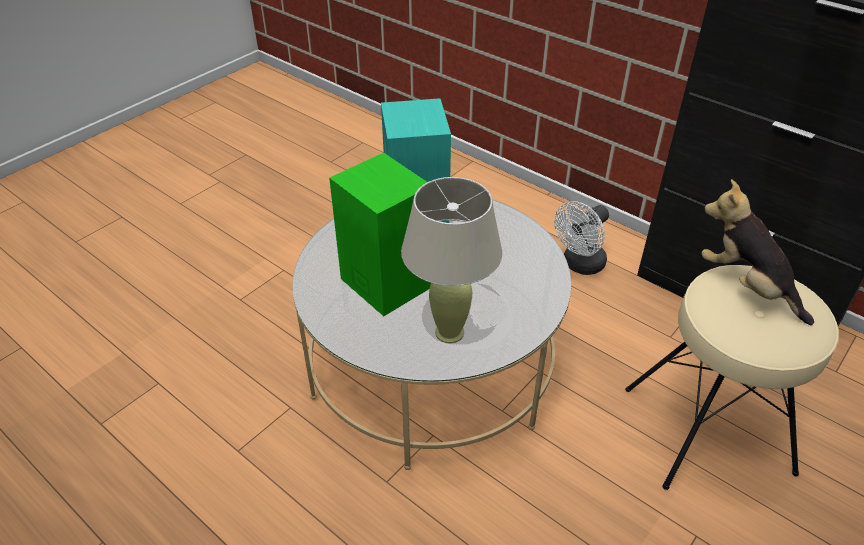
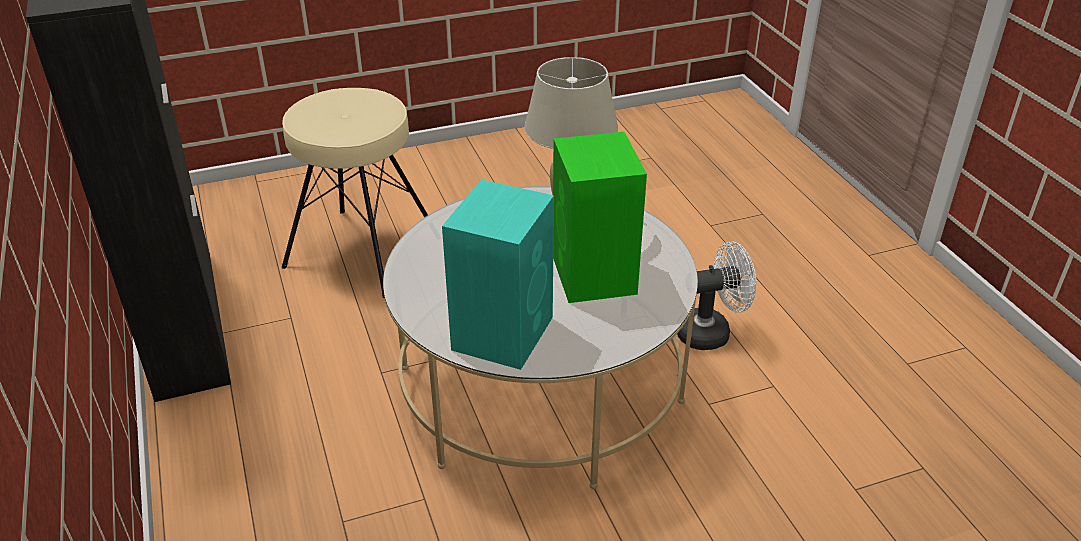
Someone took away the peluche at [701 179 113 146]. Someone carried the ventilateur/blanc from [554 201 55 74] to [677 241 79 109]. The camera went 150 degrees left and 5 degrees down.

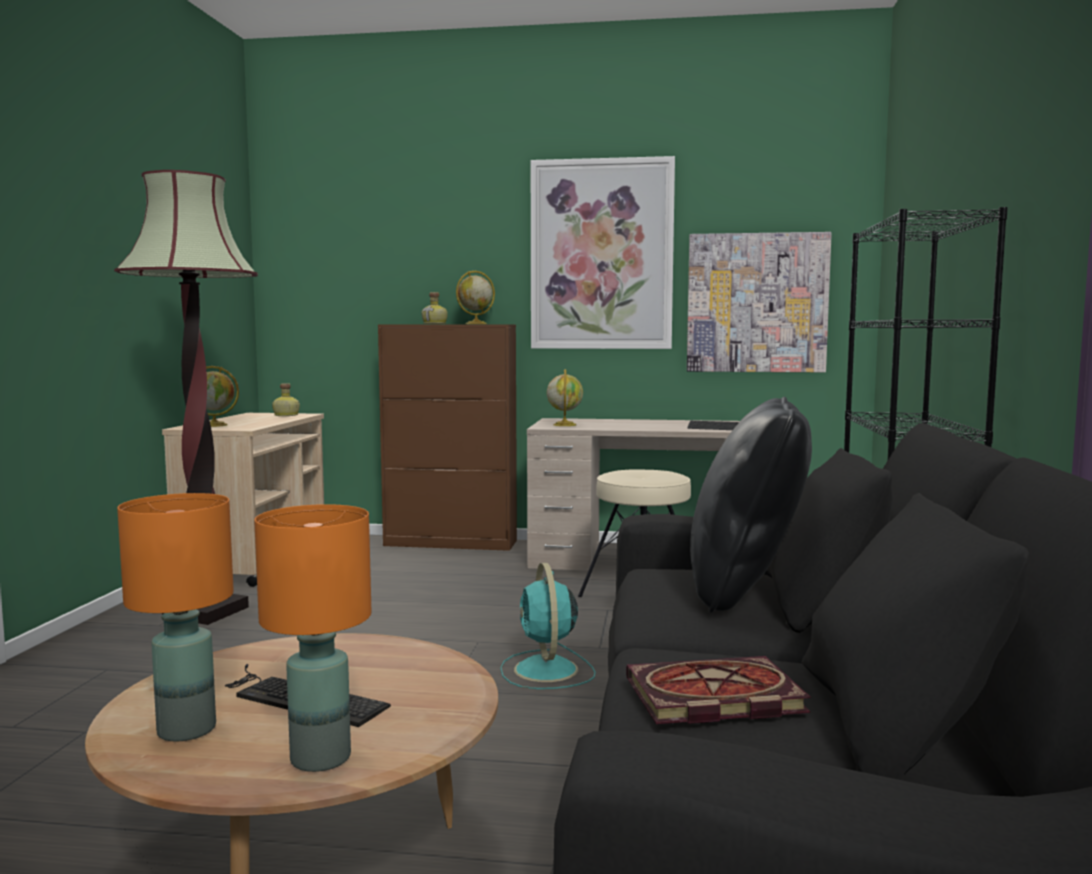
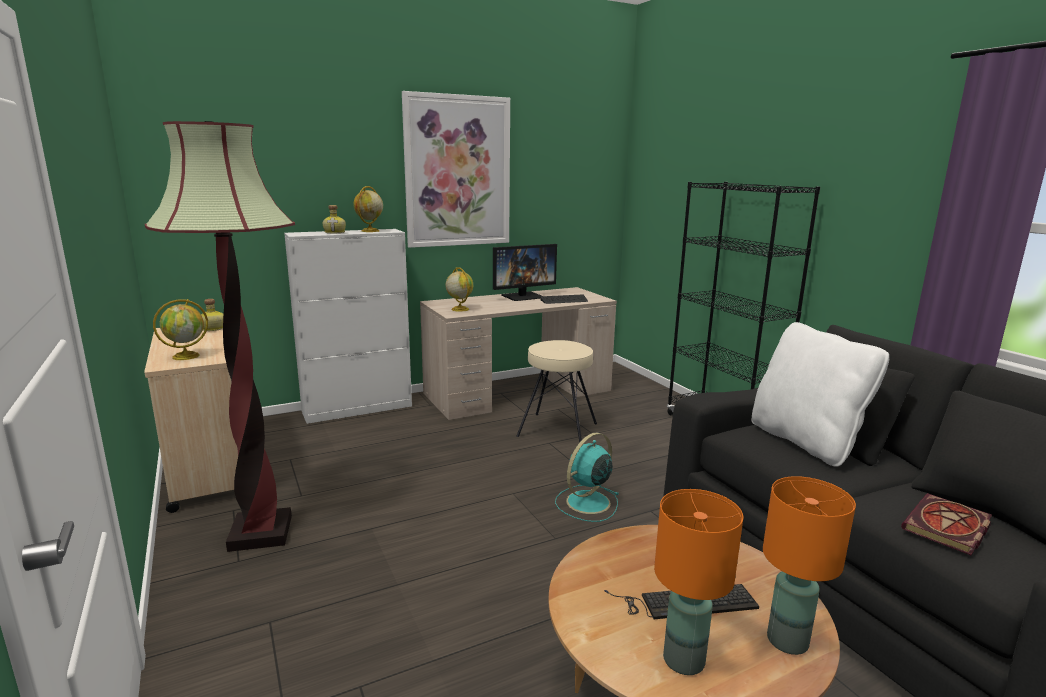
Someone took away the tableau at [687 232 145 140]. Someone put down the écran d'ordinateur at [493 244 64 57]. Someone repainted the meuble de rangement/marron at [378 324 139 227], which became the meuble de rangement/blanc at [284 229 128 195]. Someone repainted the coussin/noir at [690 397 122 216], which became the coussin/blanc at [751 322 138 145]. Someone rotated the ventilateur/turquoise at [500 563 96 126] by 90 degrees clockwise. The camera went 35 degrees left and 10 degrees up.

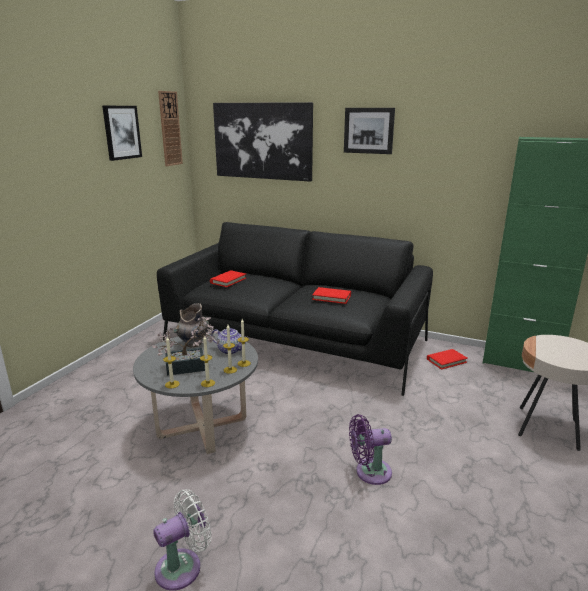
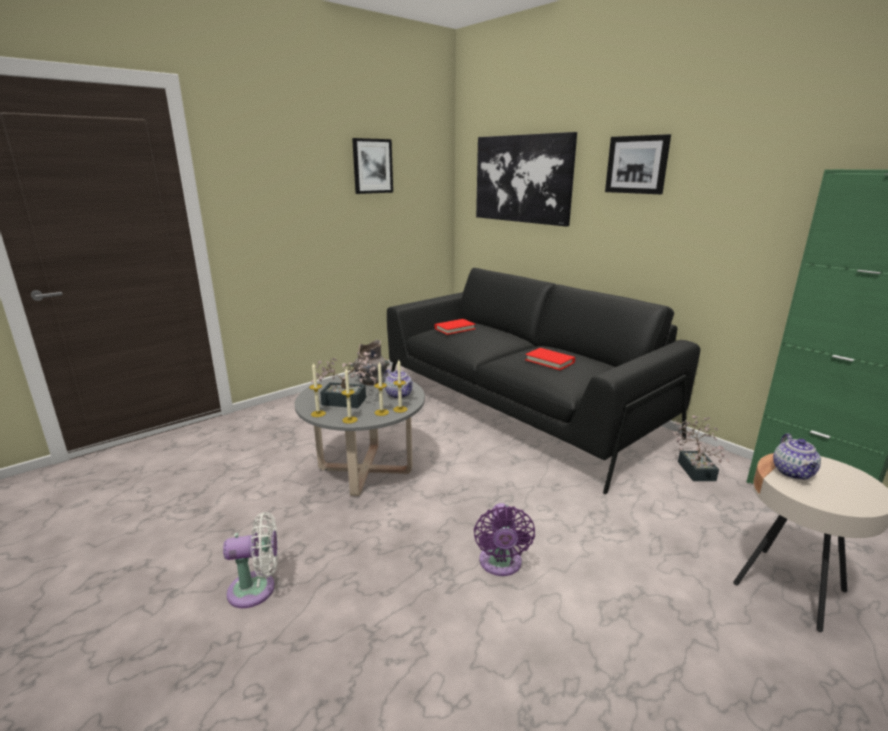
Someone took away the horloge murale at [158 91 25 75]. Someone put down the théière at [773 433 48 47]. Someone swapped the livre/rouge at [427 349 41 21] for the plante en pot at [672 415 57 66]. Someone rotated the ventilateur/violet at [349 414 43 71] by 105 degrees counterclockwise. The camera went 25 degrees right and 0 degrees up.

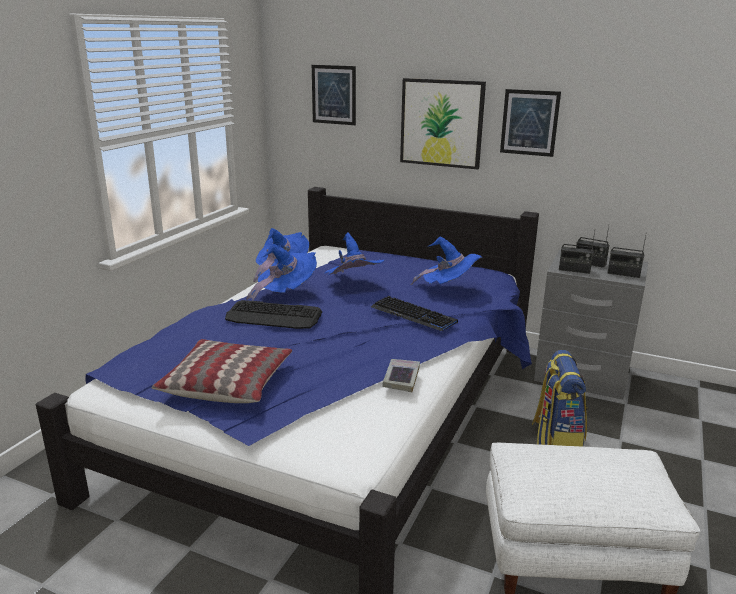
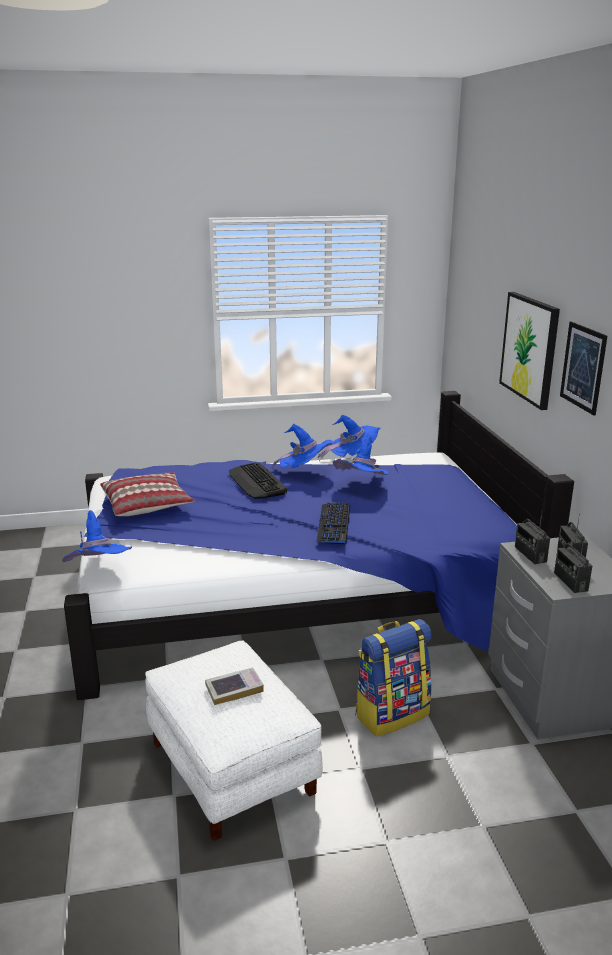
Someone took away the tableau at [312 65 44 60]. Someone carried the livre from [382 359 38 33] to [205 667 59 38]. Someone carried the chapeau/bleu from [411 236 71 49] to [62 510 70 52]. The camera went 55 degrees right and 0 degrees up.

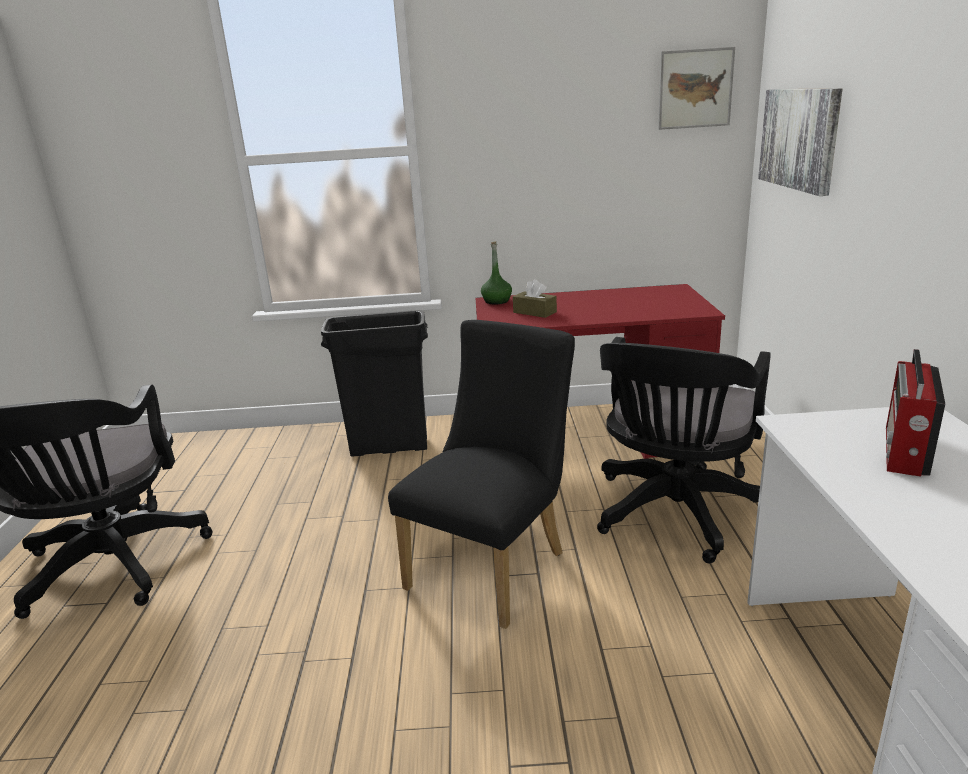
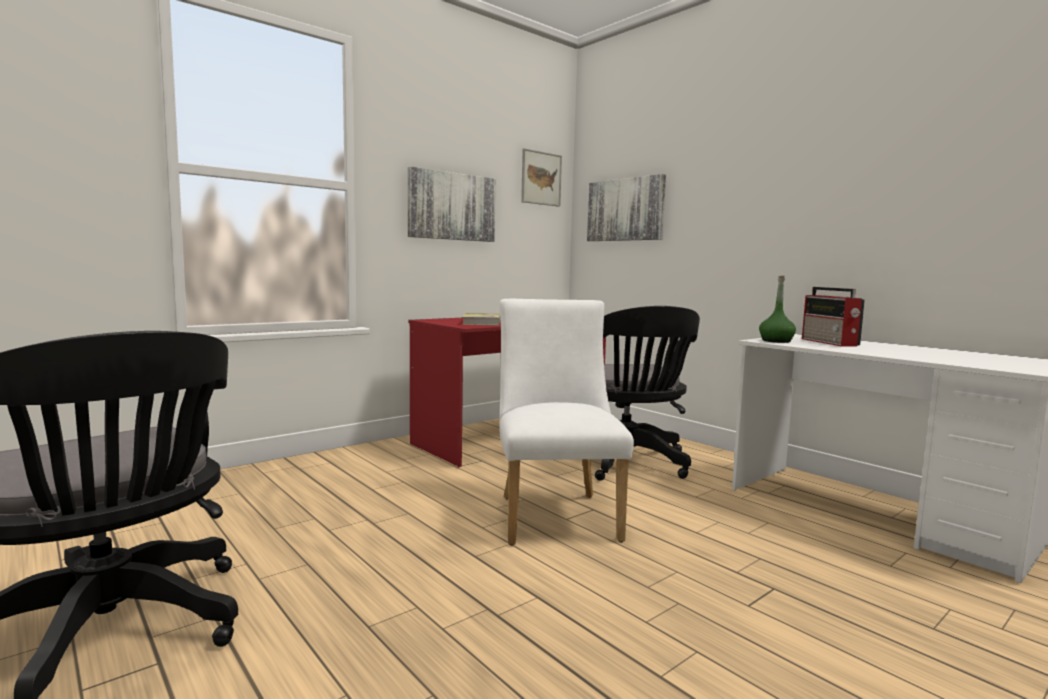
Someone took away the poubelle/noir at [321 310 107 147]. Someone put up the tableau at [408 167 88 75]. Someone carried the bouteille/vert from [481 241 31 63] to [759 276 37 67]. Someone swapped the boîte à mouchoirs/marron at [513 279 44 39] for the livre at [462 313 38 12]. Someone repainted the chaise/noir at [388 320 187 309], which became the chaise/blanc at [499 299 135 247]. The camera went 40 degrees left and 15 degrees down.

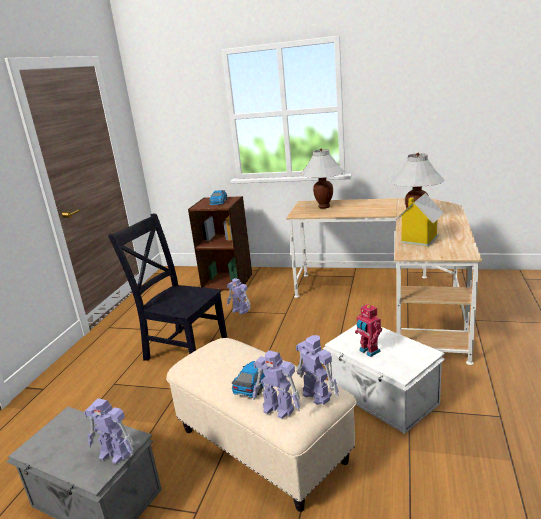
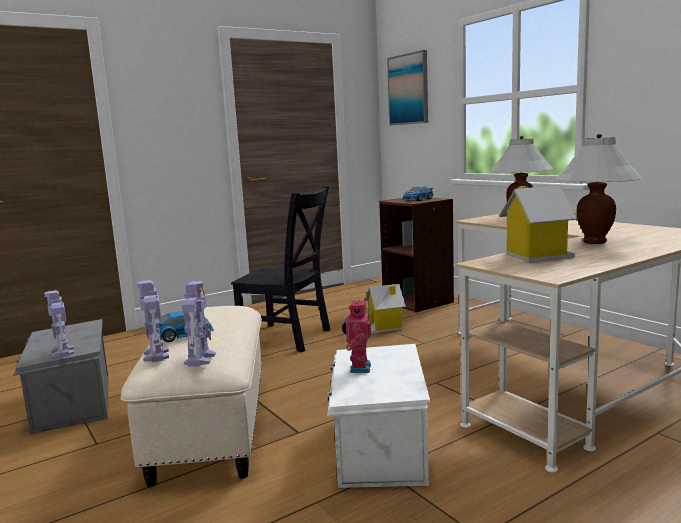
Someone put up the tableau at [387 50 41 75]. Someone swapped the robot jouet at [227 278 23 37] for the maison miniature at [365 284 41 50]. Someone rotated the chaise/noir at [108 213 119 148] by 135 degrees clockwise. The camera went 40 degrees right and 10 degrees down.

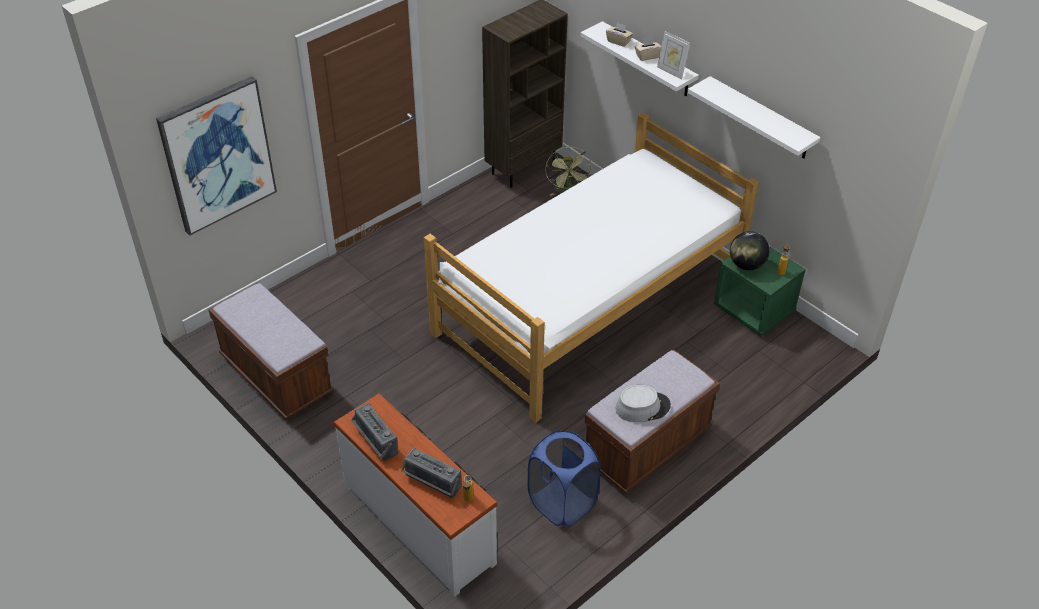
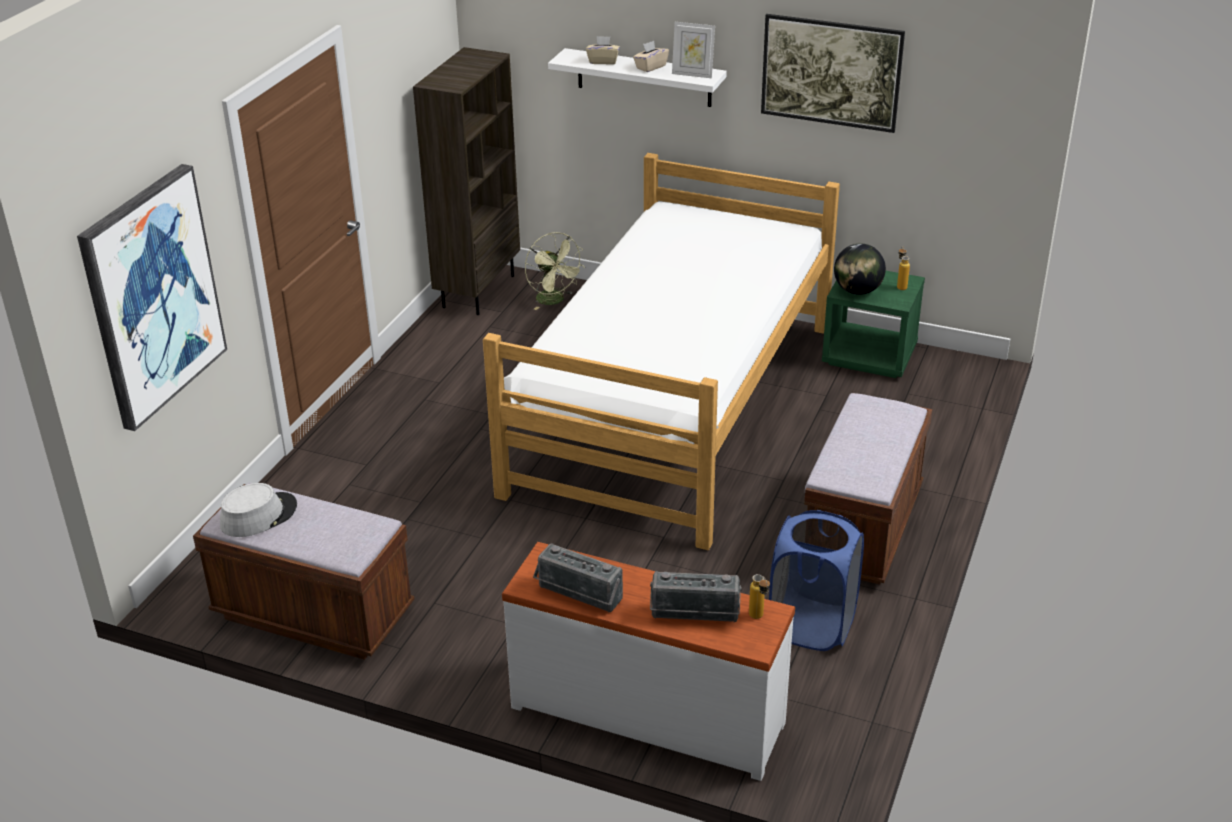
Someone carried the chapeau/gris from [616 385 55 37] to [220 483 77 54]. Someone swapped the étagère/blanc at [688 76 133 82] for the tableau at [761 14 144 119]. The camera went 25 degrees left and 10 degrees down.

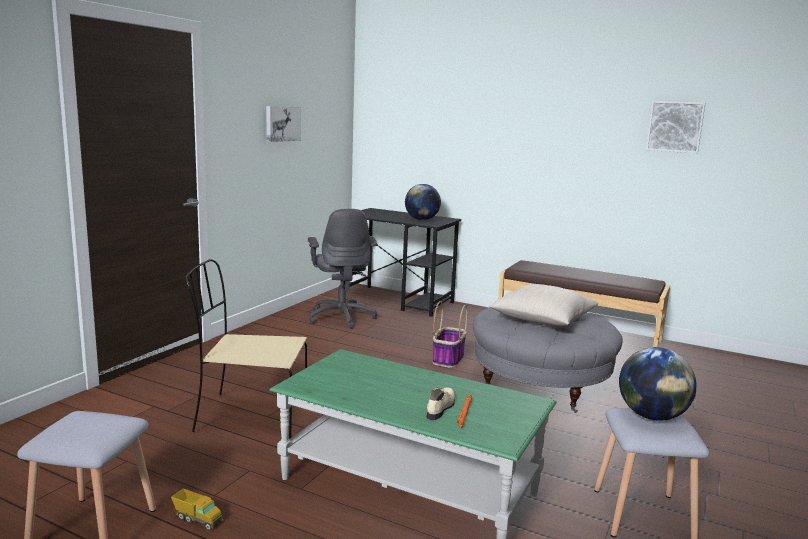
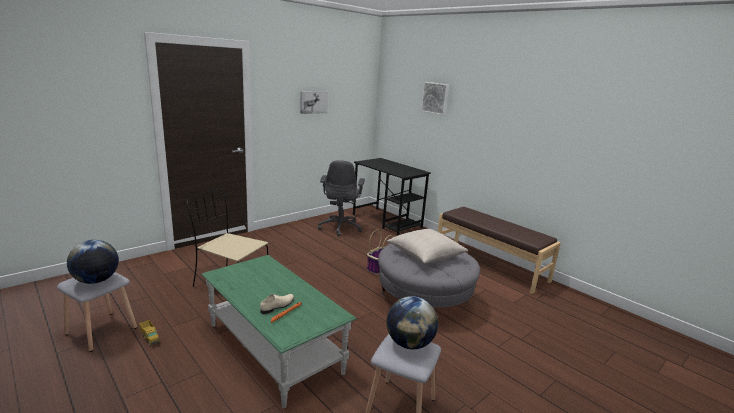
Someone carried the globe from [405 184 36 36] to [67 240 52 44]. Someone carried the tableau from [646 101 59 52] to [421 82 28 33]. The camera went 20 degrees right and 5 degrees up.

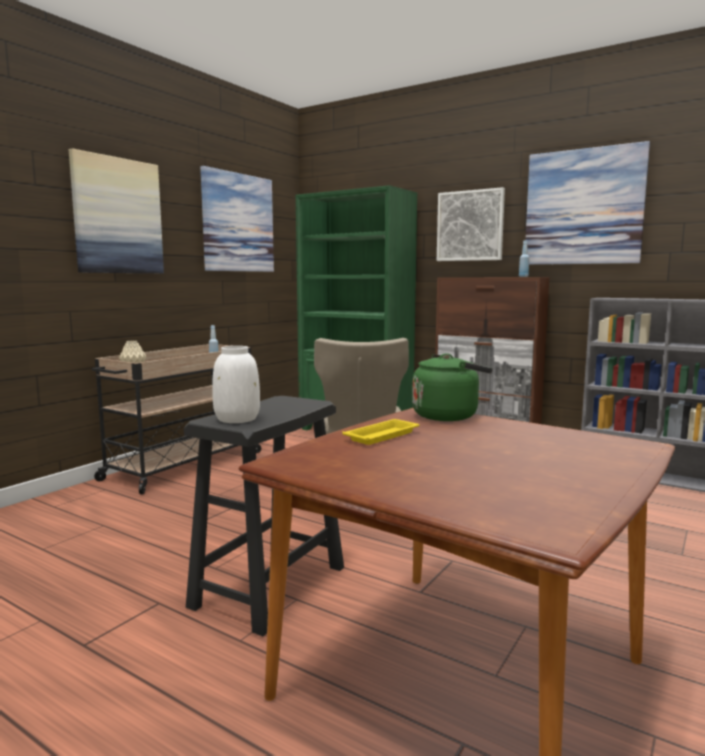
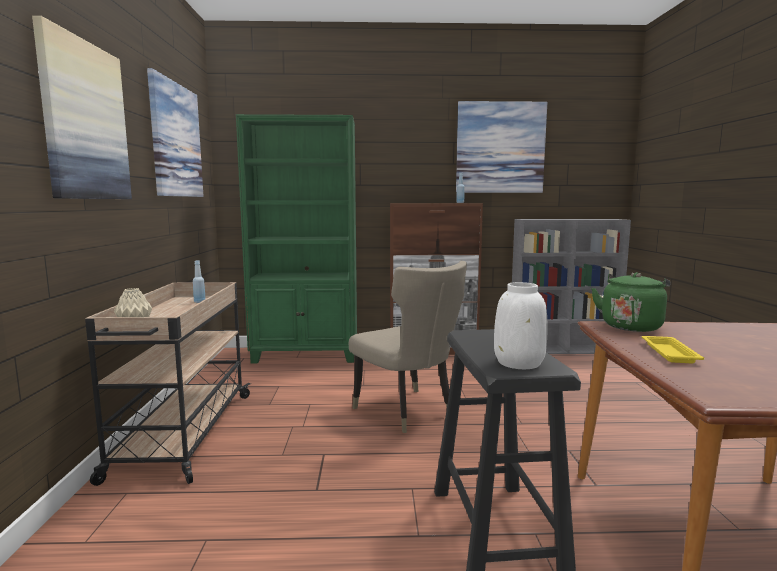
Someone took away the tableau at [437 187 68 74]. The camera went 35 degrees left and 0 degrees up.

